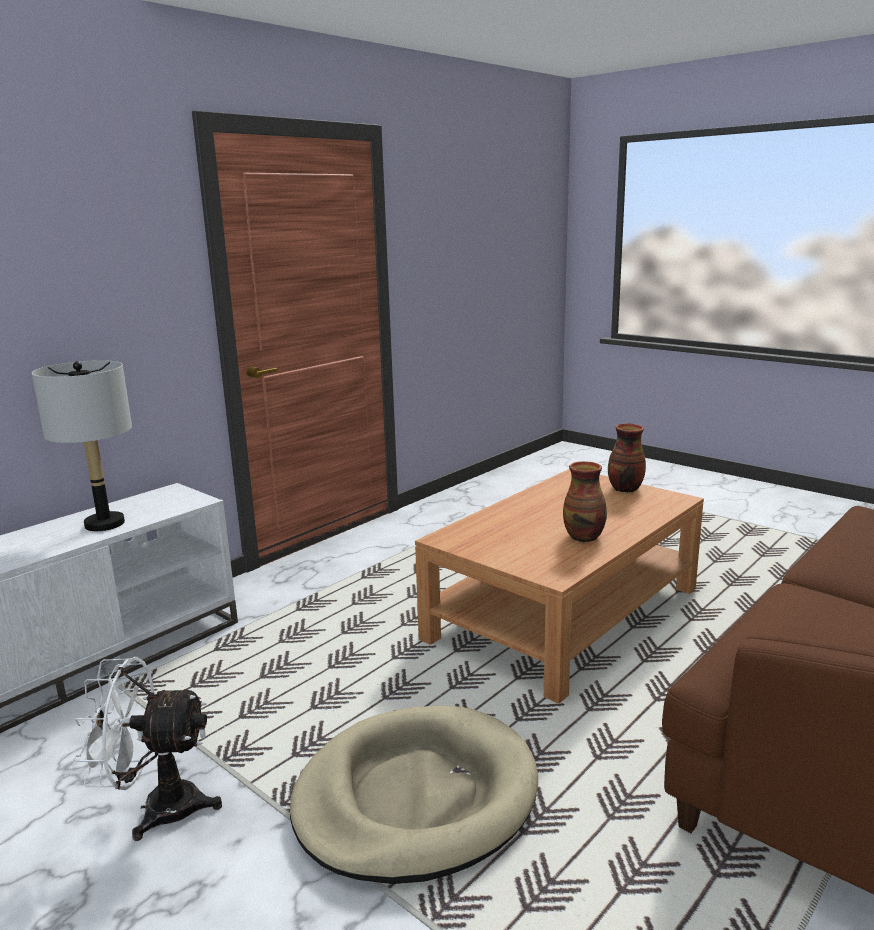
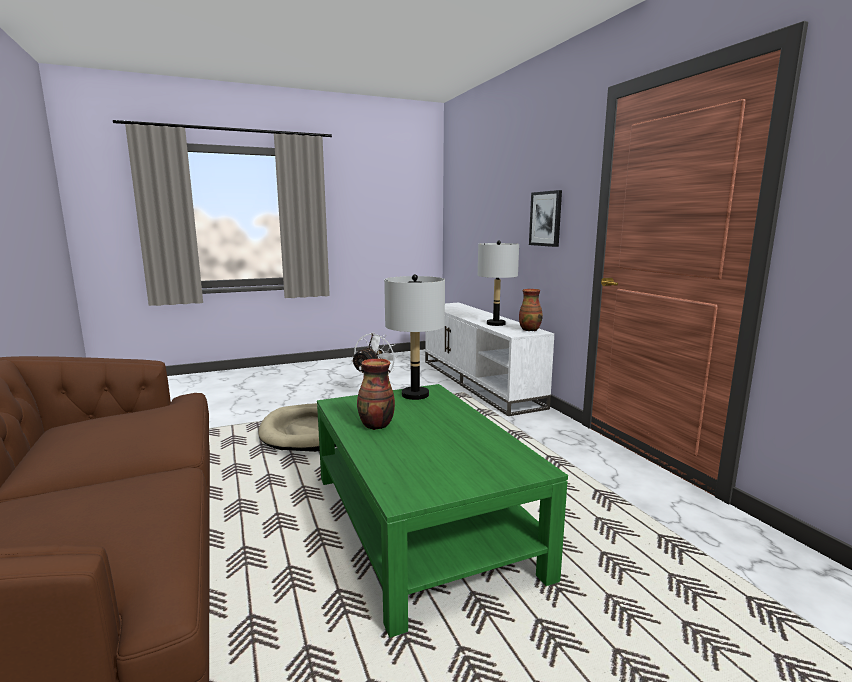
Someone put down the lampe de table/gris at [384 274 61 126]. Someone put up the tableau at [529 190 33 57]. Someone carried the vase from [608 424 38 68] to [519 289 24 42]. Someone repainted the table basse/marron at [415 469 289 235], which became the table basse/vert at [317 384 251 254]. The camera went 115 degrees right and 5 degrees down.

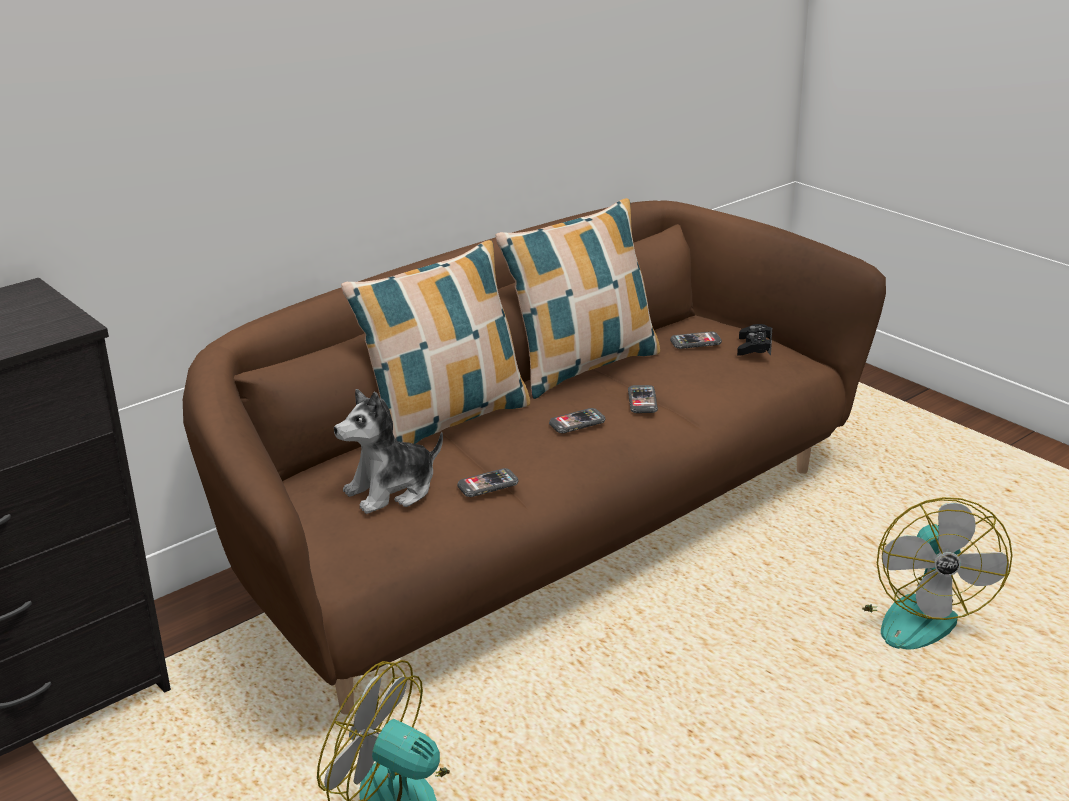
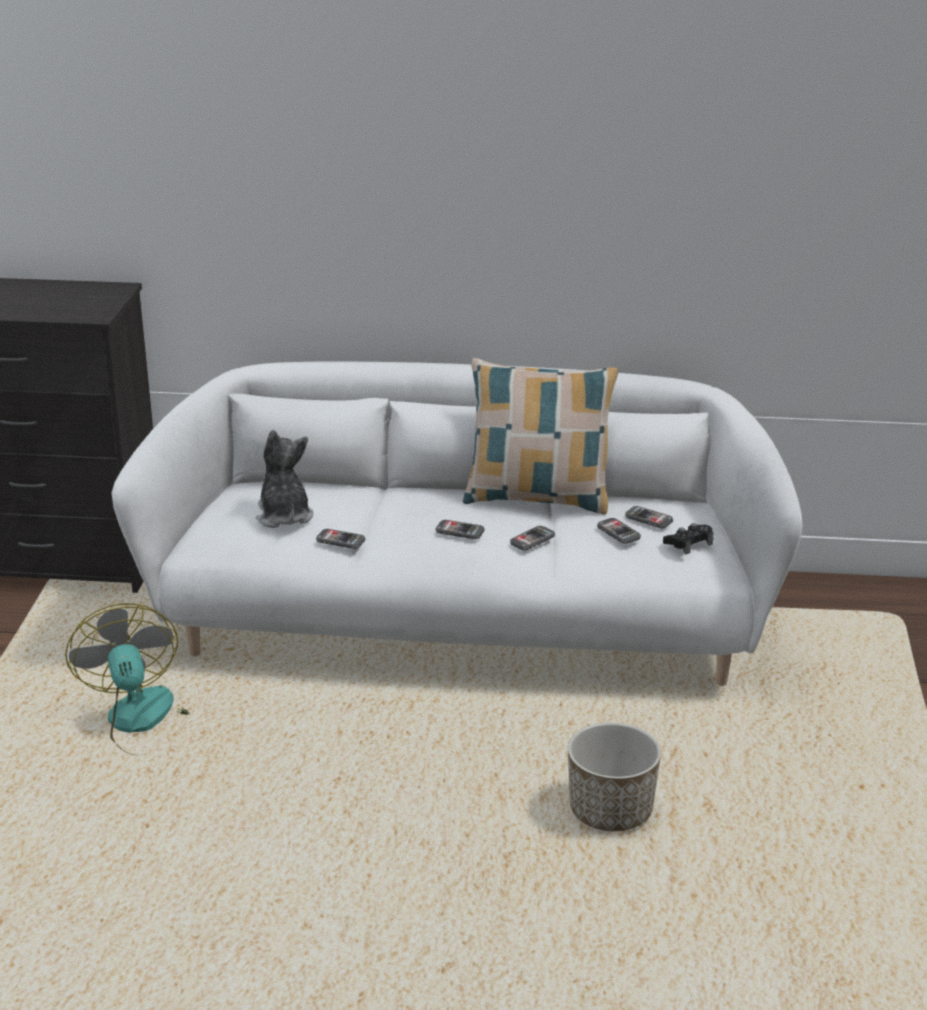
Someone took away the coussin at [341 240 189 204]. Someone put down the téléphone at [597 518 44 26]. Someone swapped the ventilateur at [862 497 151 152] for the cache-pot at [568 722 93 109]. Someone repainted the canapé/marron at [183 200 703 515], which became the canapé/blanc at [112 362 690 324]. Someone rotated the peluche at [334 389 109 125] by 60 degrees clockwise. The camera went 45 degrees right and 0 degrees up.

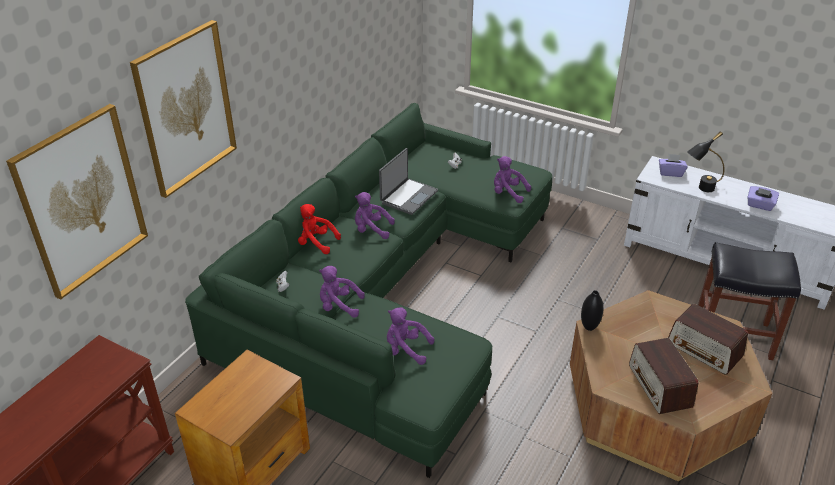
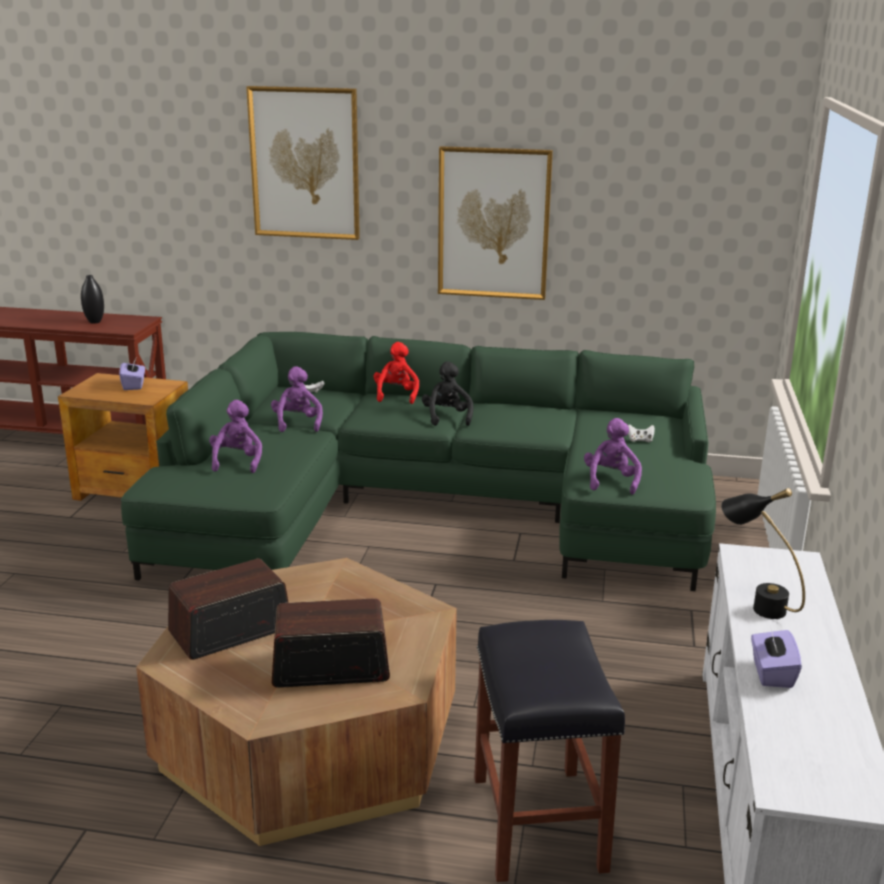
Someone took away the ordinateur portable at [379 148 59 67]. Someone carried the tableau from [6 104 142 196] to [438 146 115 154]. Someone carried the vase/noir from [581 290 23 41] to [81 275 23 49]. Someone carried the boîte à mouchoirs/violet from [659 154 28 23] to [119 358 26 32]. Someone repainted the peluche/violet at [355 192 40 47], which became the peluche/noir at [422 361 52 65]. Someone rotated the radio at [668 304 80 71] by 60 degrees clockwise. The camera went 70 degrees right and 15 degrees down.

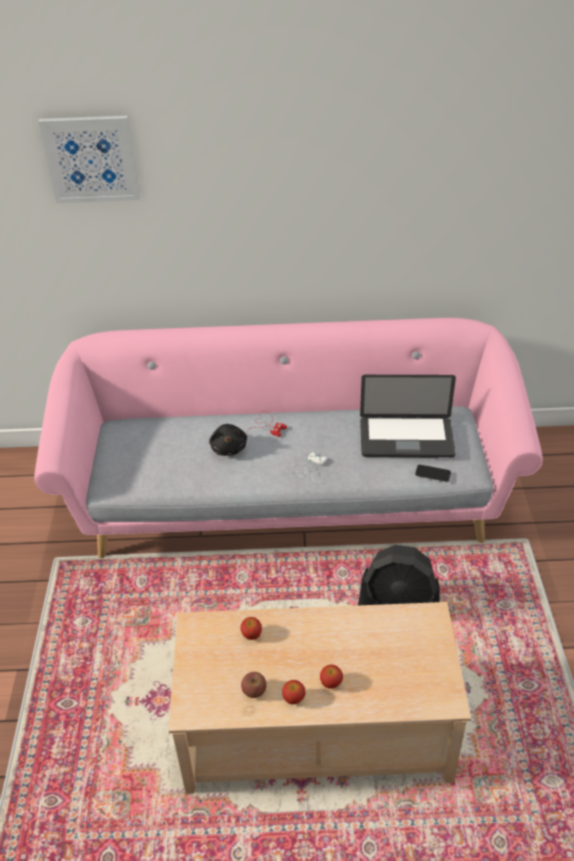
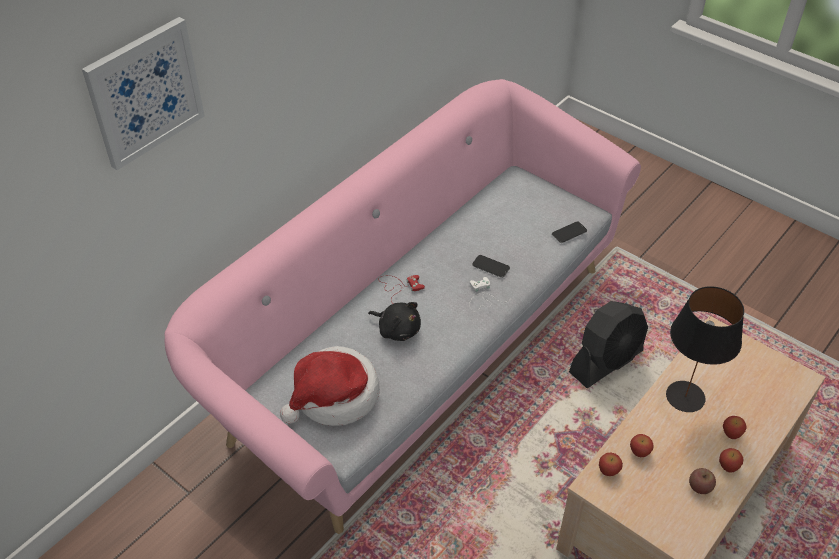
Someone took away the ordinateur portable at [360 375 96 83]. Someone put down the chapeau at [280 346 100 80]. Someone put down the téléphone at [472 255 38 23]. Someone put down the pomme at [599 453 24 23]. Someone put down the lampe de table/noir at [666 286 78 126]. The camera went 50 degrees left and 5 degrees up.

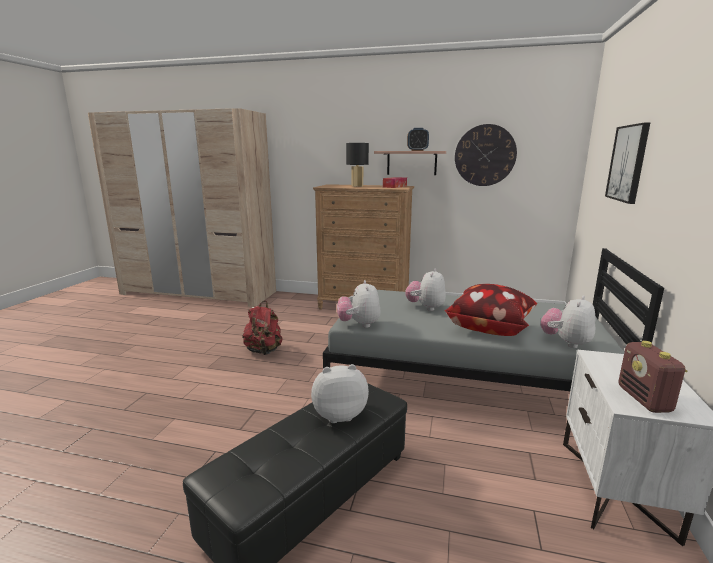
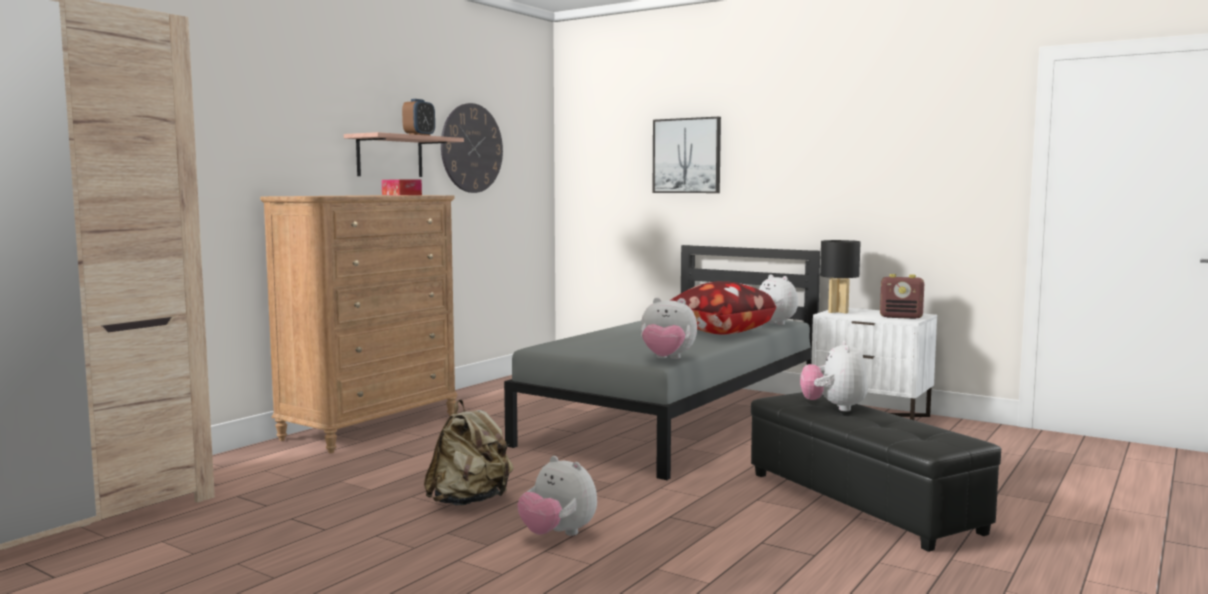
Someone carried the lampe de table/noir from [346 143 23 44] to [820 240 41 74]. Someone carried the peluche from [405 268 41 43] to [518 456 79 80]. Someone repainted the sac à dos/rouge at [242 301 41 54], which became the sac à dos/beige at [424 399 89 106]. The camera went 70 degrees left and 10 degrees down.

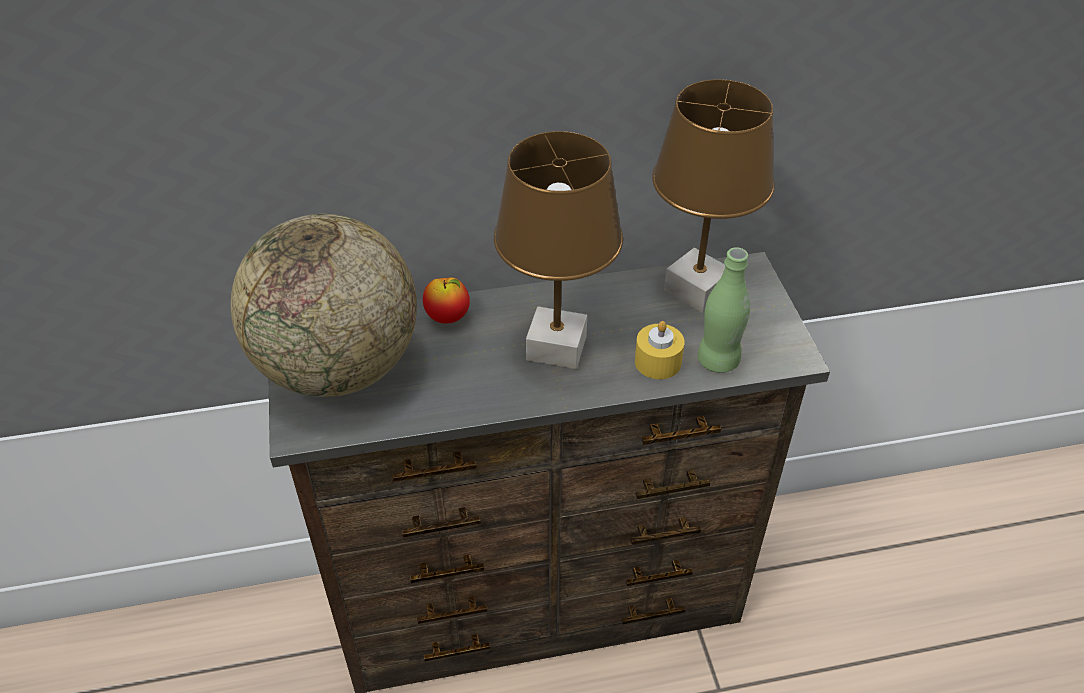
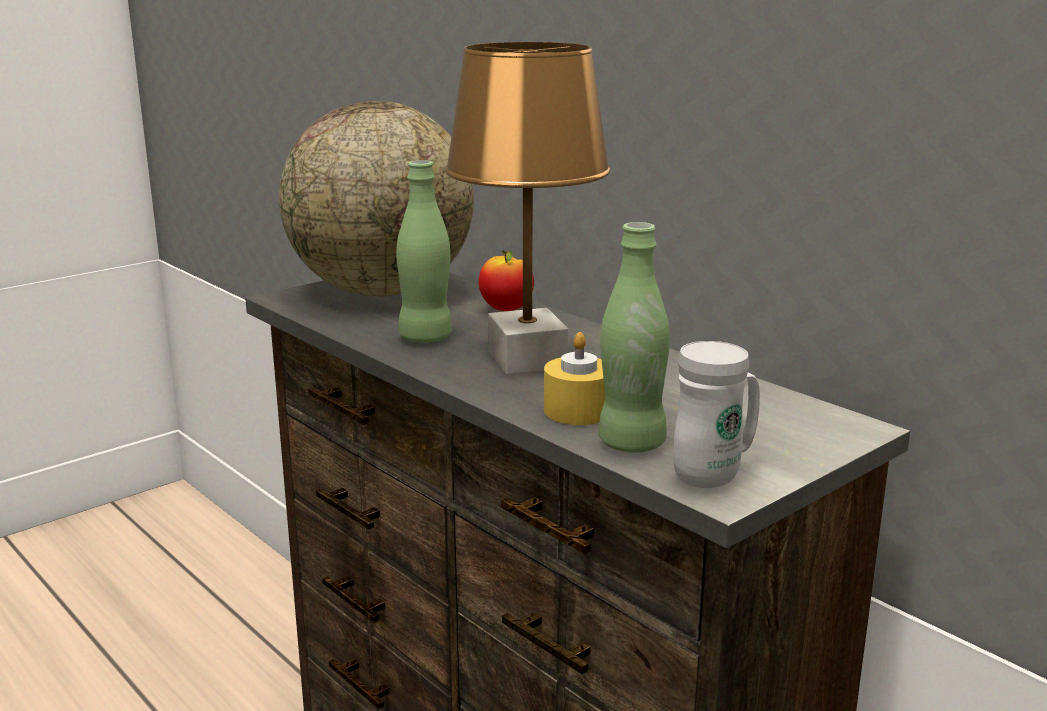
Someone took away the lampe de table/marron at [652 79 123 234]. Someone put down the bouteille/vert at [396 160 56 183]. Someone put down the mug/blanc at [673 341 87 147]. The camera went 60 degrees right and 25 degrees down.

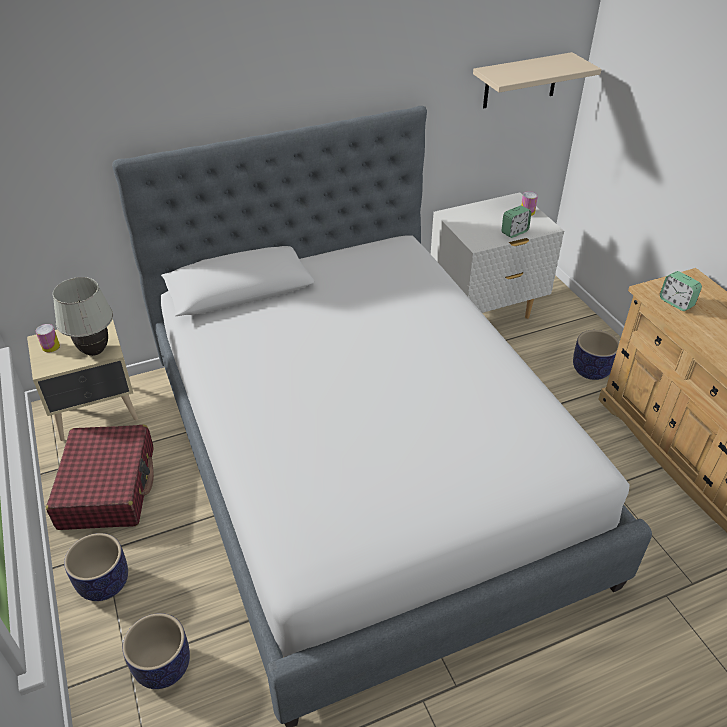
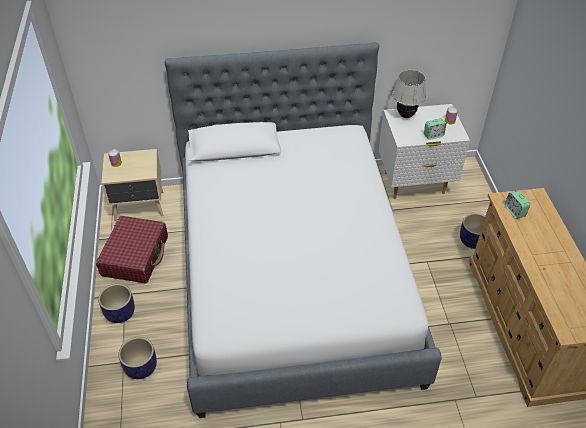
Someone took away the étagère/beige at [473 52 129 56]. Someone carried the lampe de table/blanc from [53 277 60 79] to [392 70 34 48]. The camera went 15 degrees right and 5 degrees up.

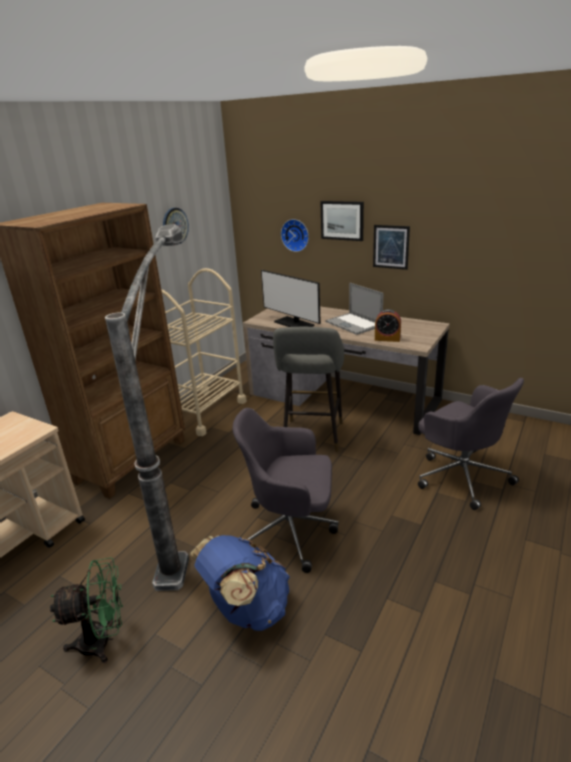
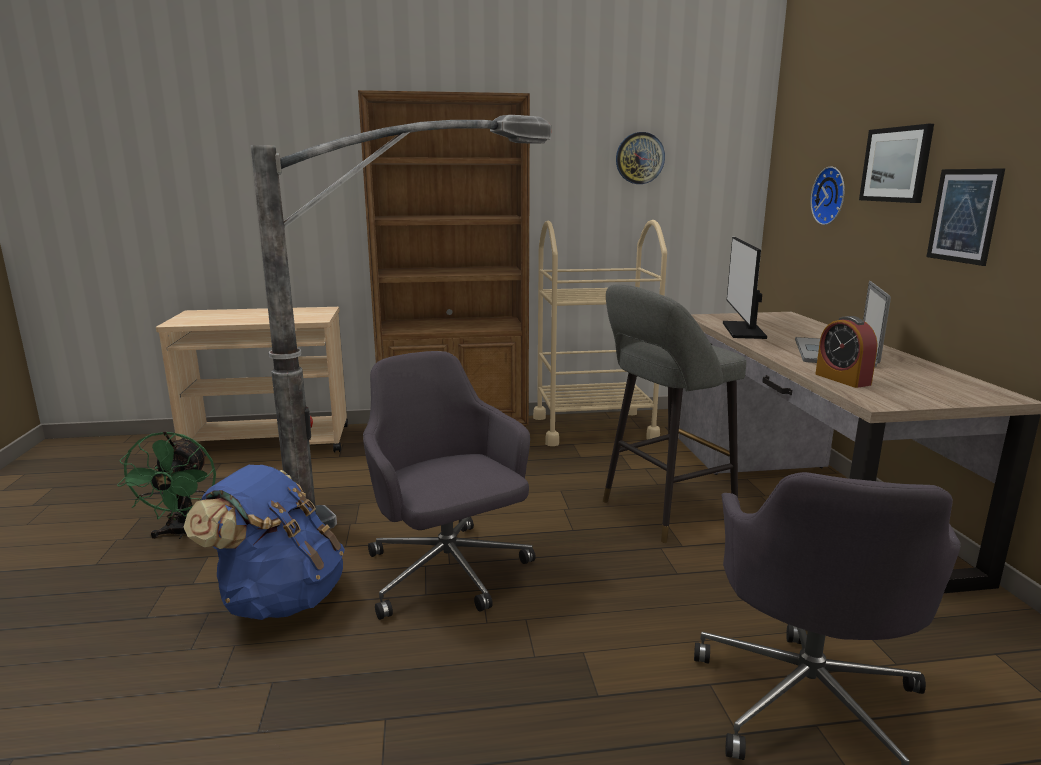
Someone rotated the ventilateur/vert at [50 557 73 106] by 45 degrees clockwise. The camera went 50 degrees right and 10 degrees down.

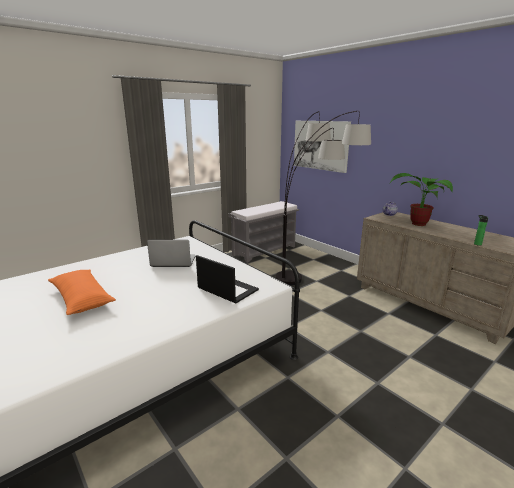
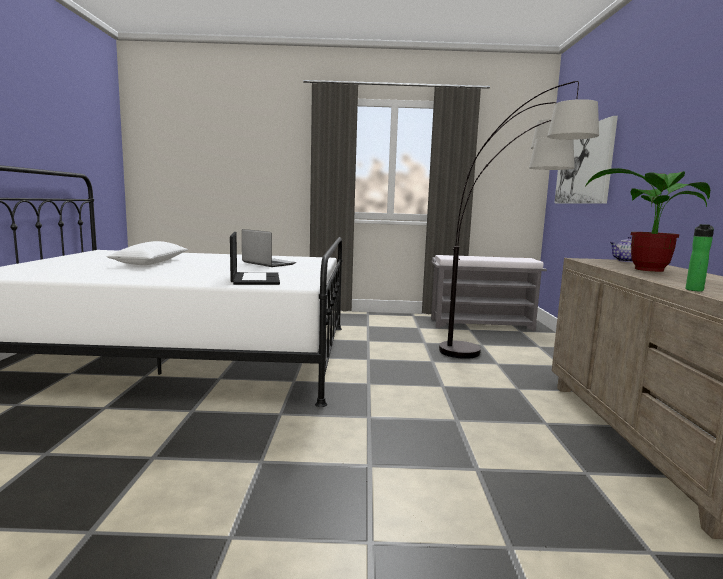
Someone repainted the coussin/orange at [48 270 68 45], which became the coussin/blanc at [107 241 81 24]. The camera went 40 degrees right and 10 degrees down.

